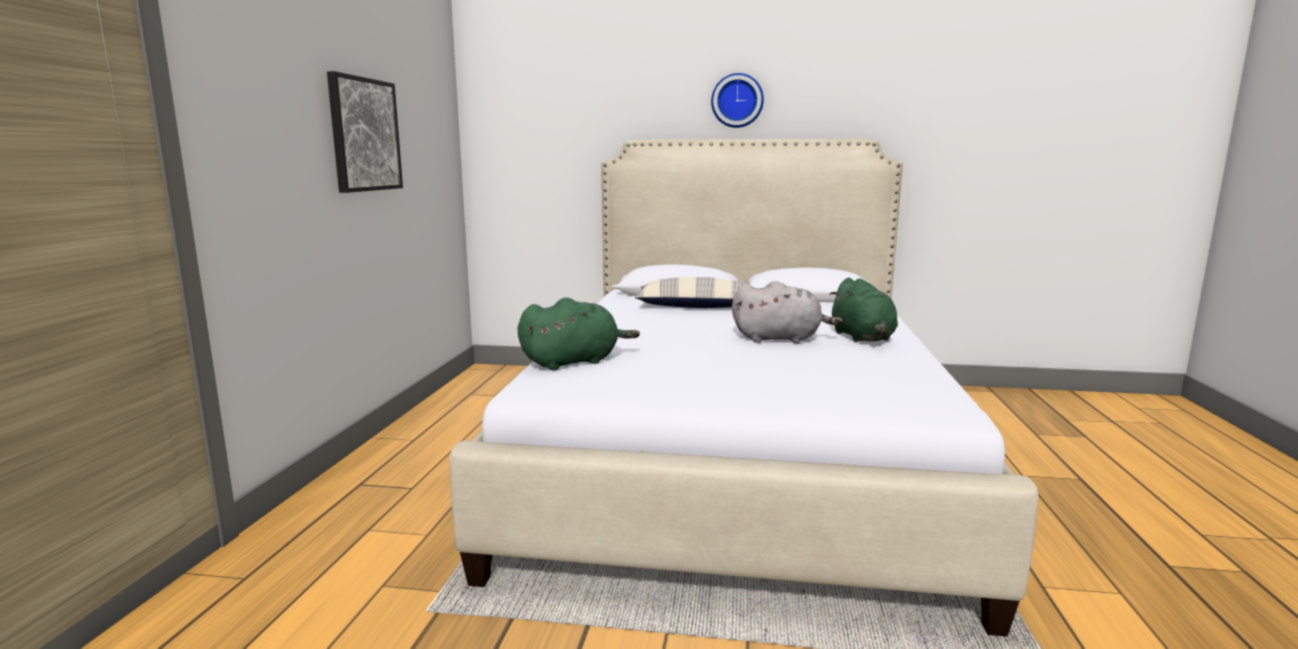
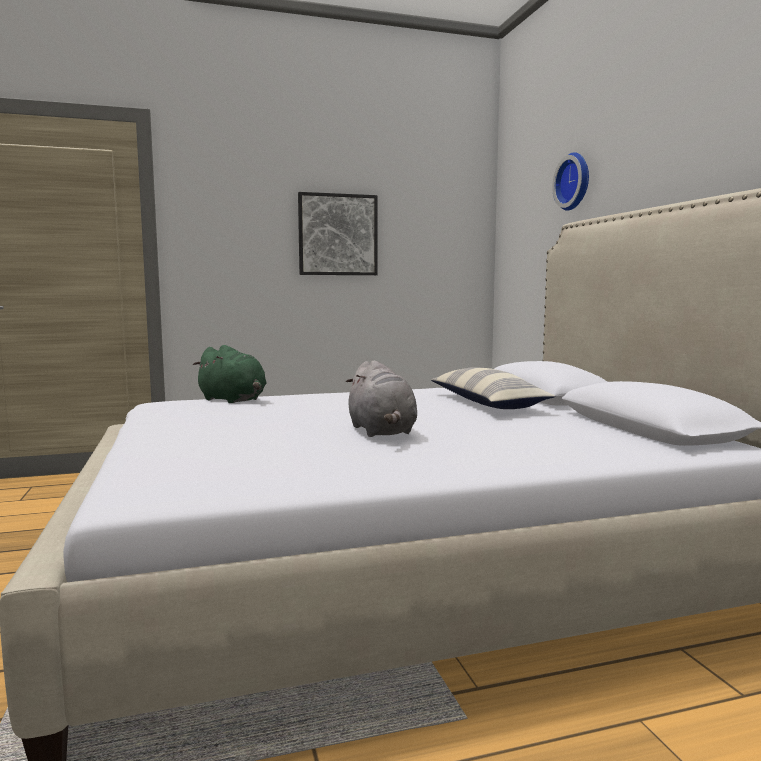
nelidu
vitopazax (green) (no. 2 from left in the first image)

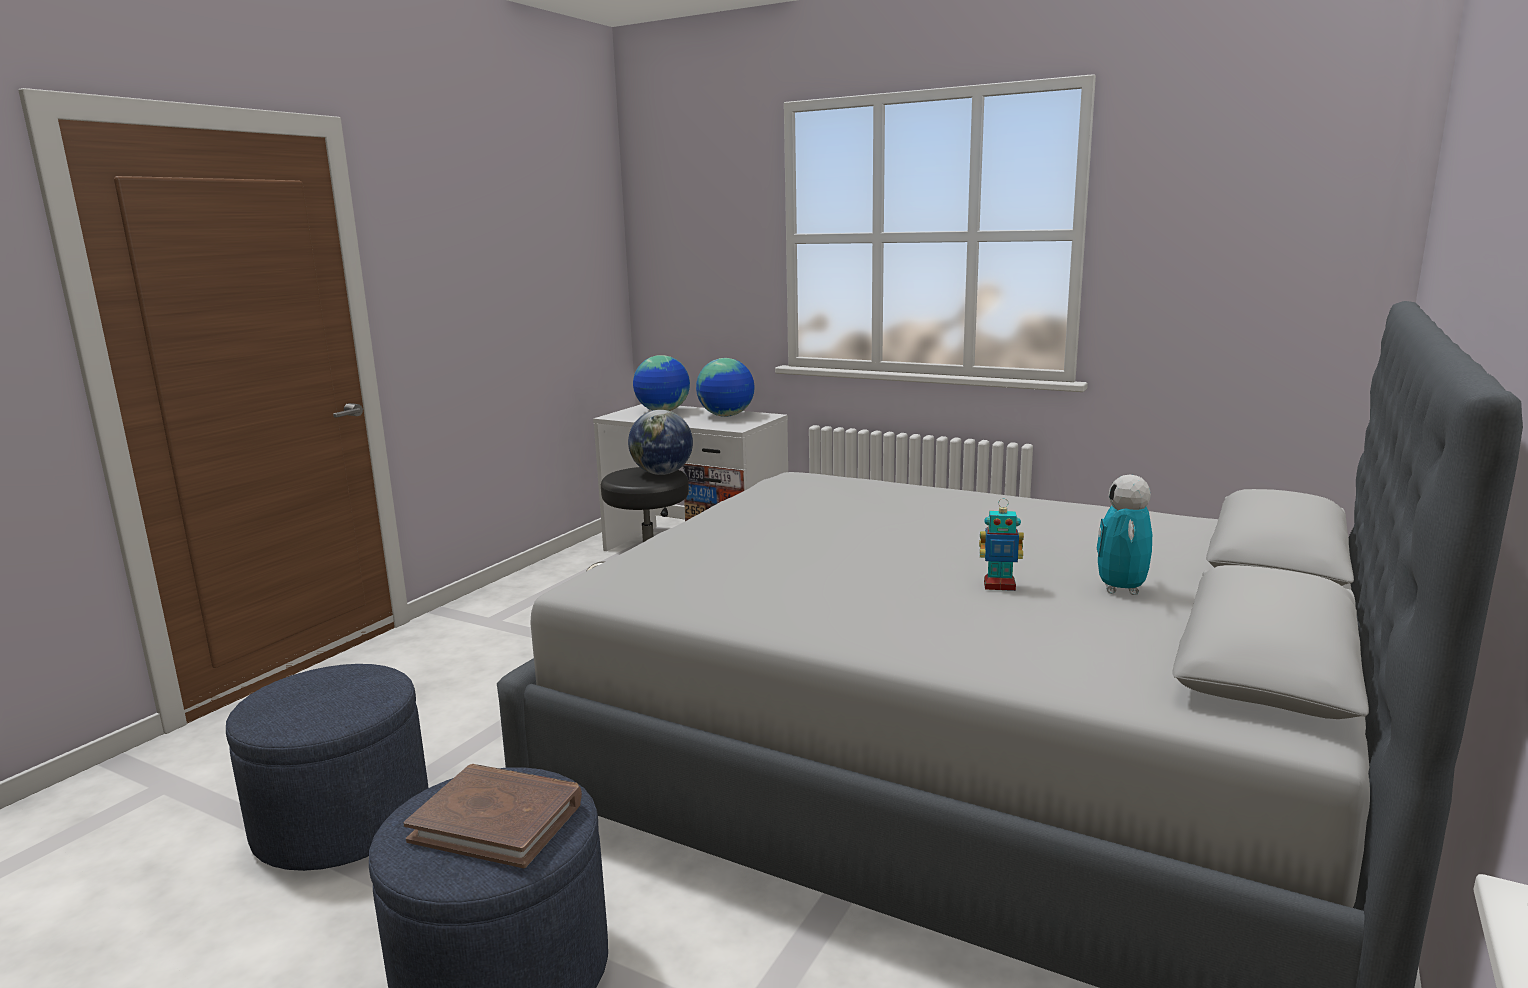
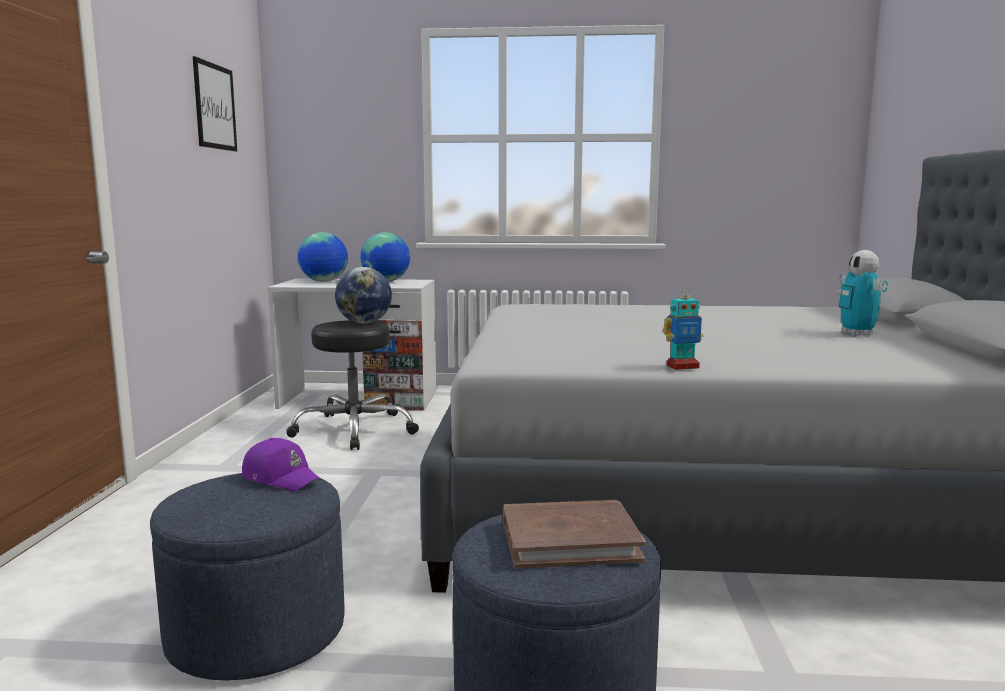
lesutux
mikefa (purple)
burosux (no. 1 from left)

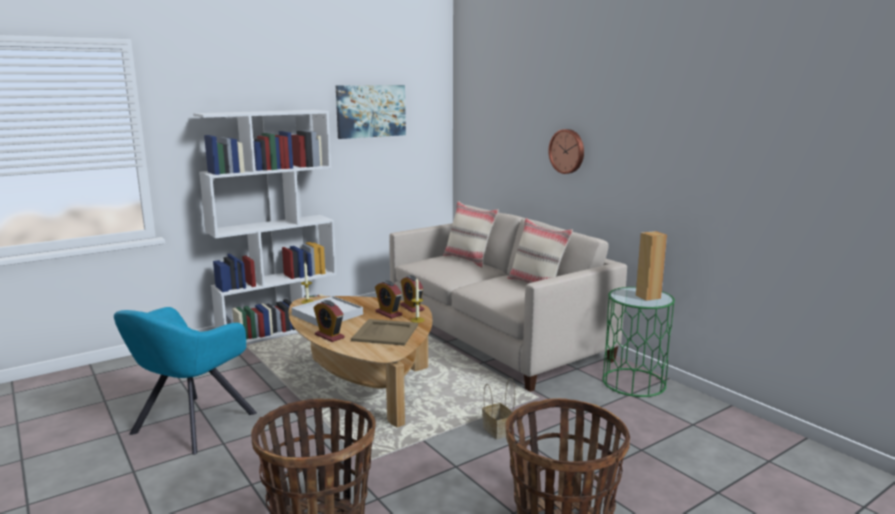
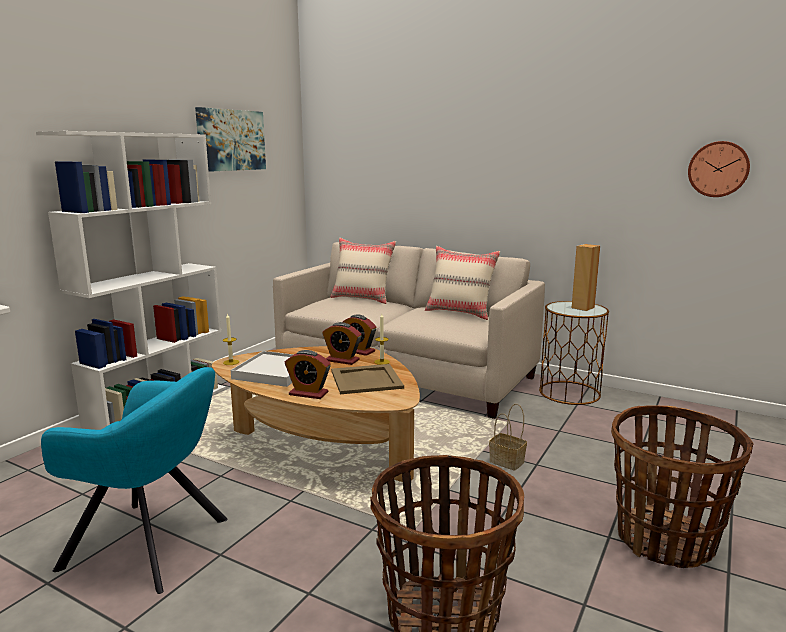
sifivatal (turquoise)
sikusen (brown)
nelidu

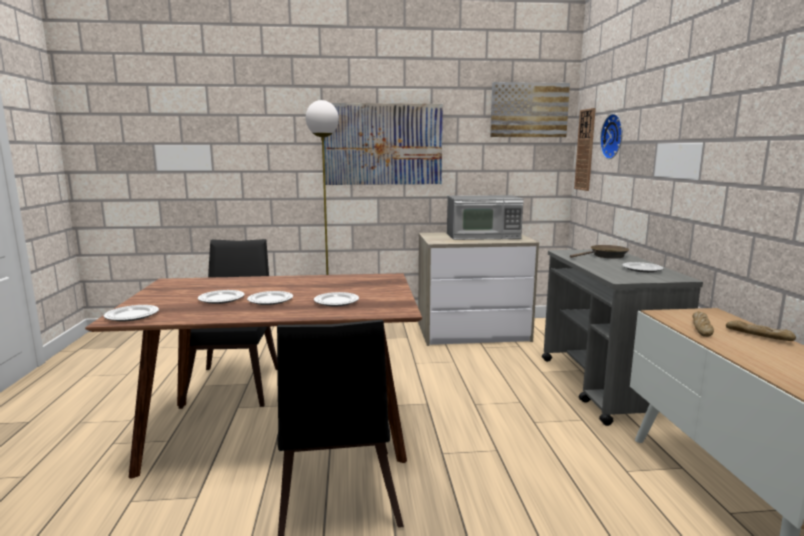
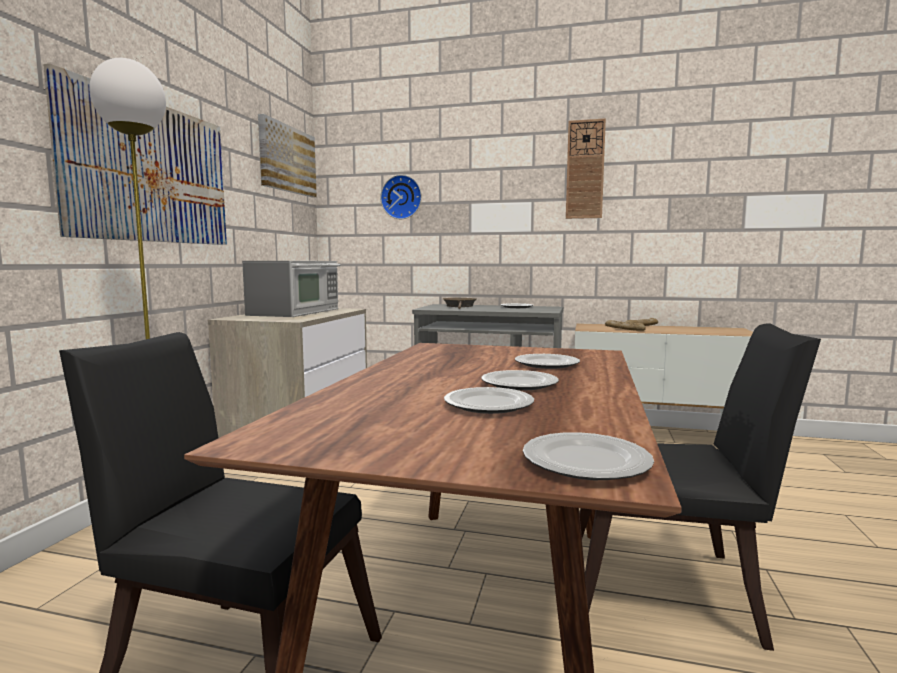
nelidu (no. 2 from left)

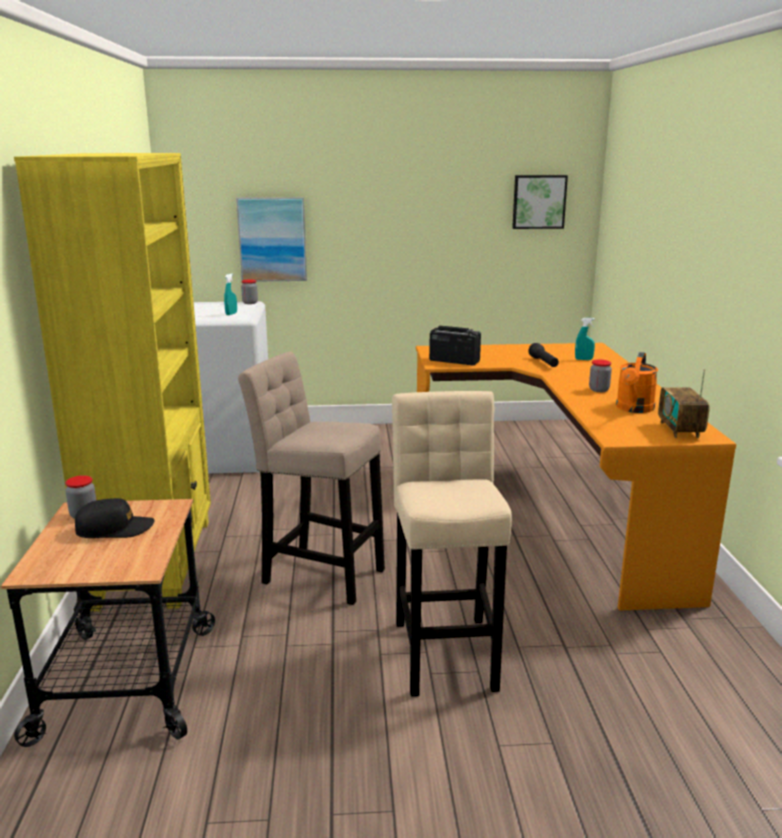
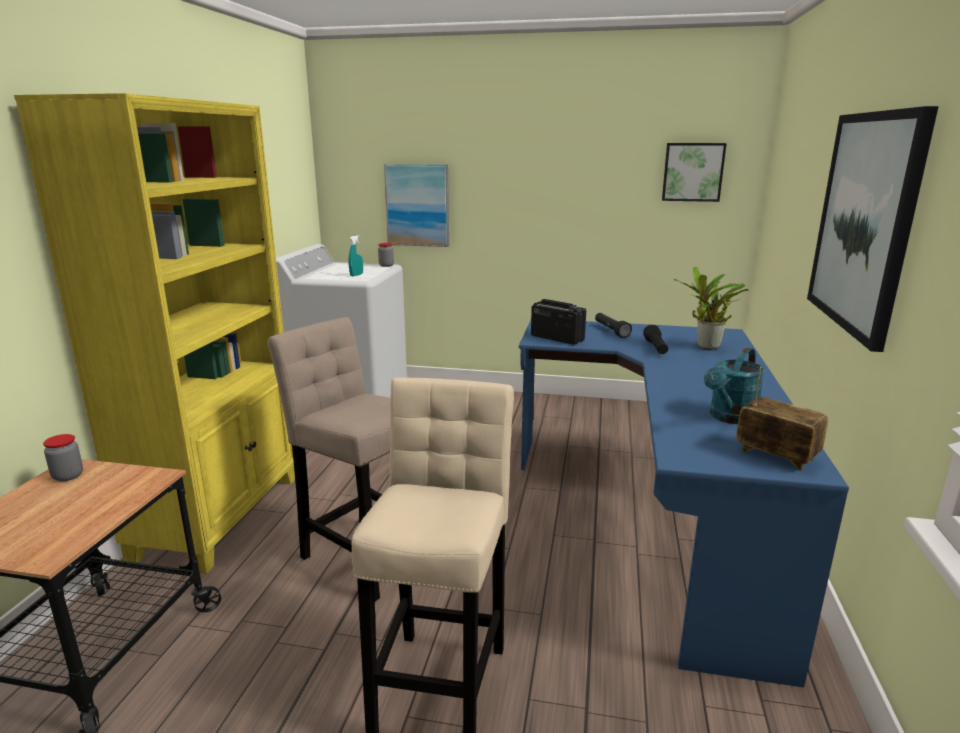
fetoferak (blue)
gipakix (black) (no. 1 from left)
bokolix
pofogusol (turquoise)
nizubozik (no. 2 from left)
lesutux (no. 3 from left)
mikefa (black)
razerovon (no. 3 from left in the first image)

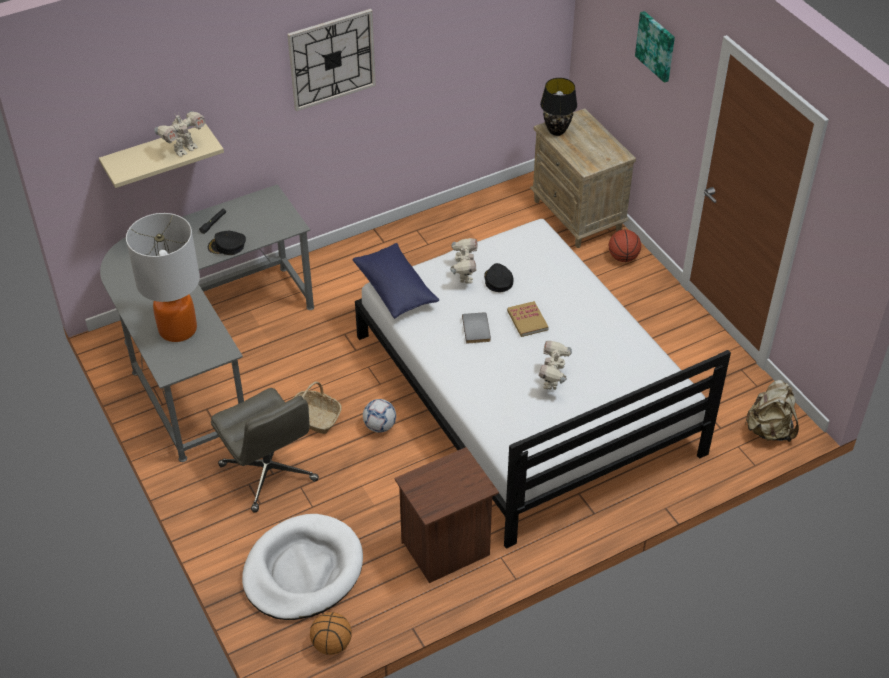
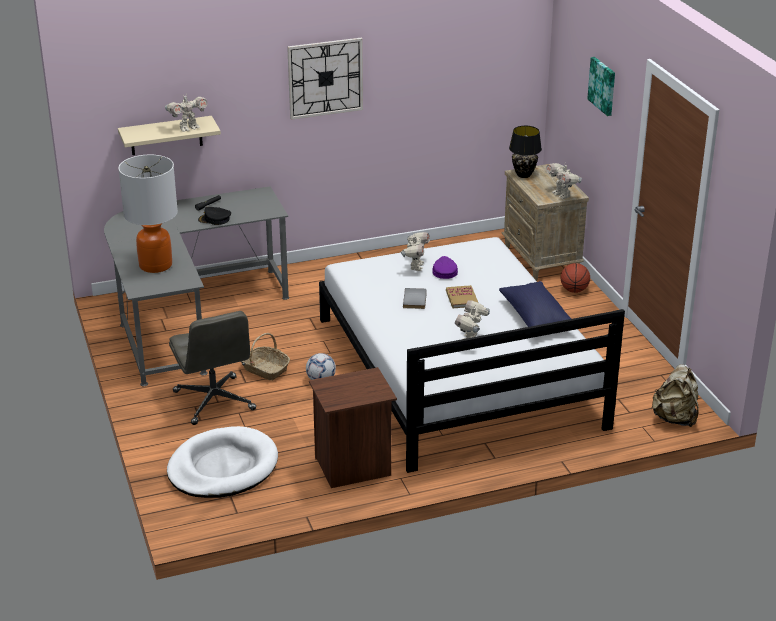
mikefa (purple)
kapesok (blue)
burosux (no. 4 from left)
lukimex (no. 1 from left in the first image)

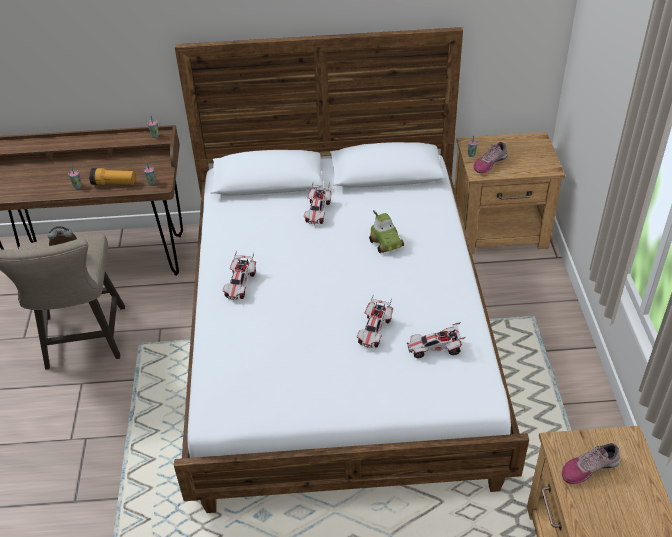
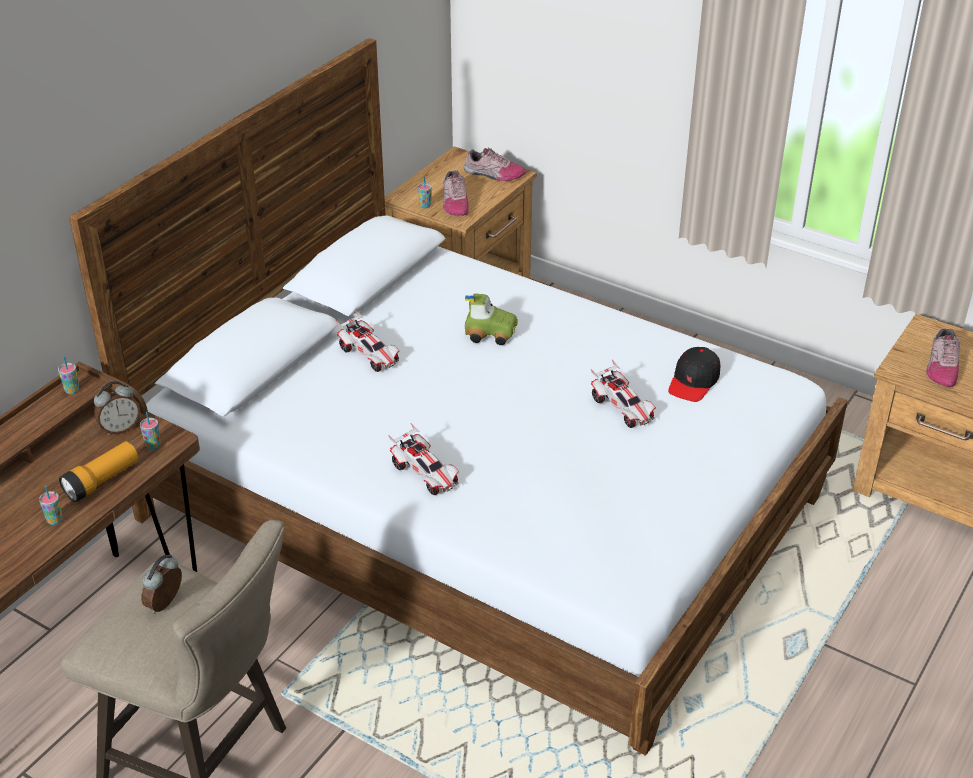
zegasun (no. 1 from left)
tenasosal (no. 2 from left)
mikefa (black)

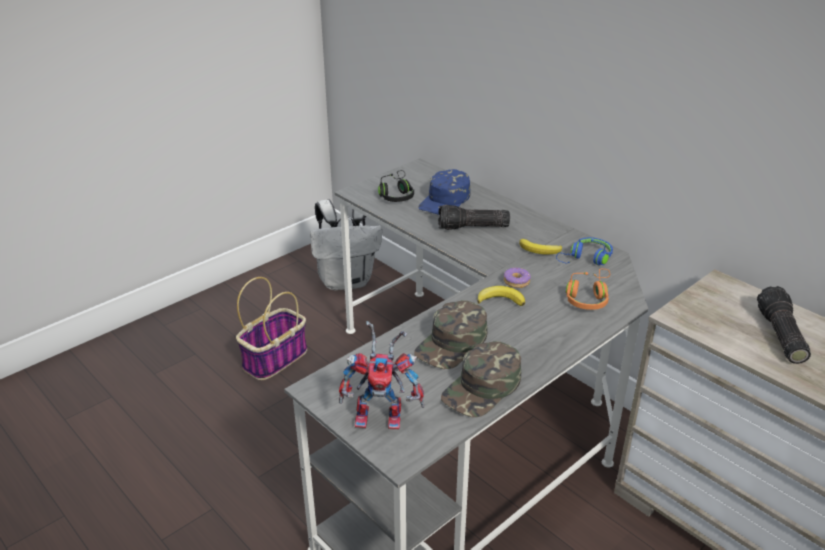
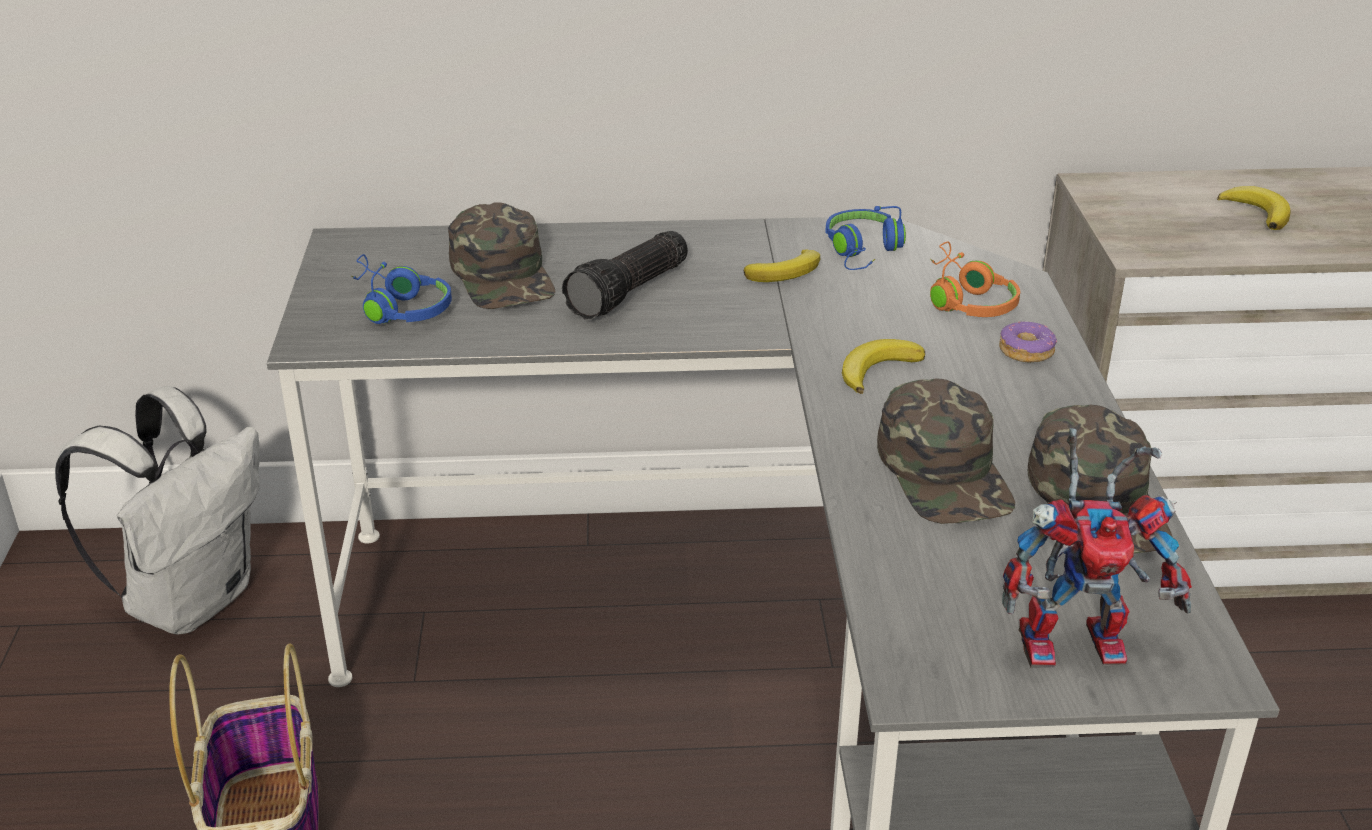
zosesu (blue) (no. 1 from left)
mikefa (green) (no. 1 from left)
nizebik
burosux
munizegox (no. 3 from left)

